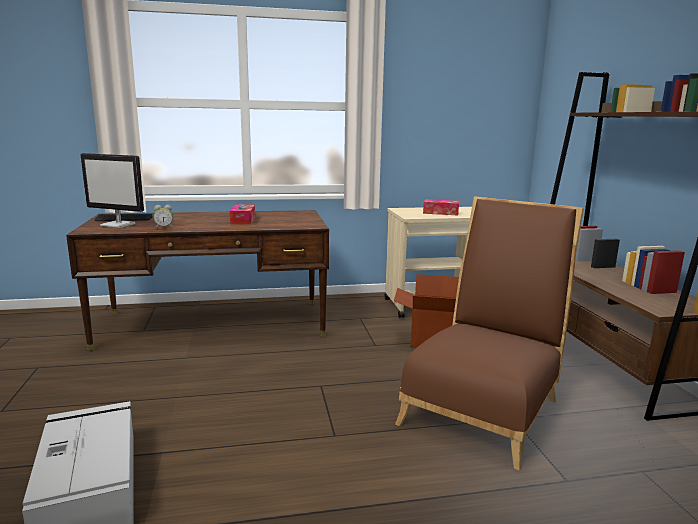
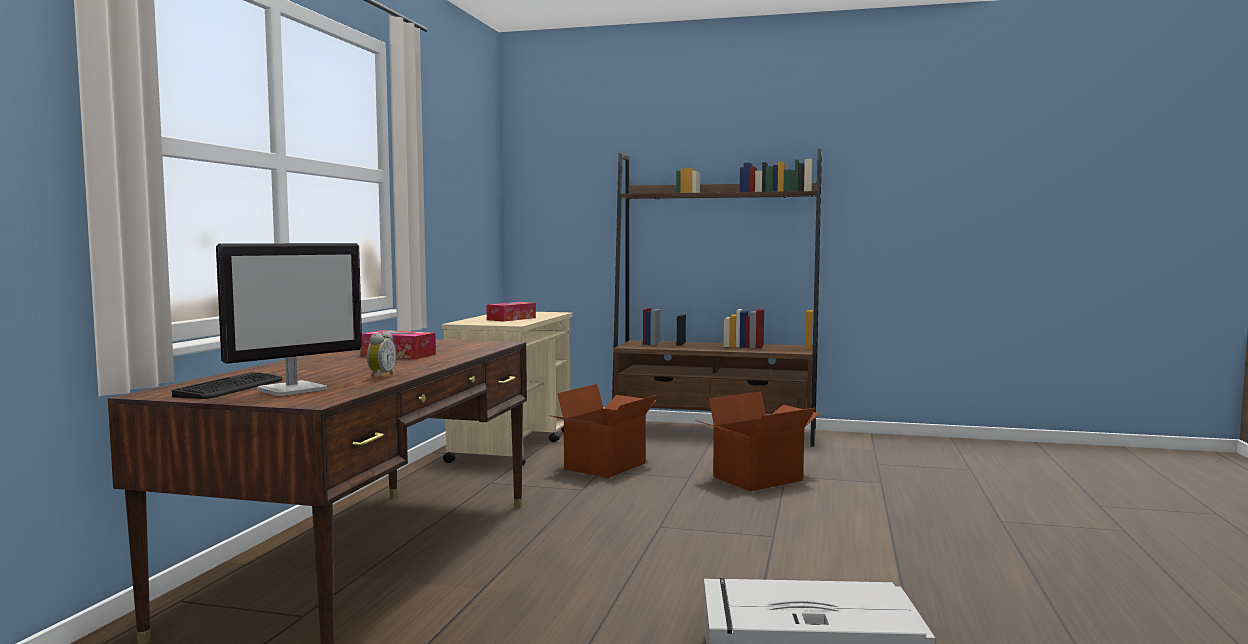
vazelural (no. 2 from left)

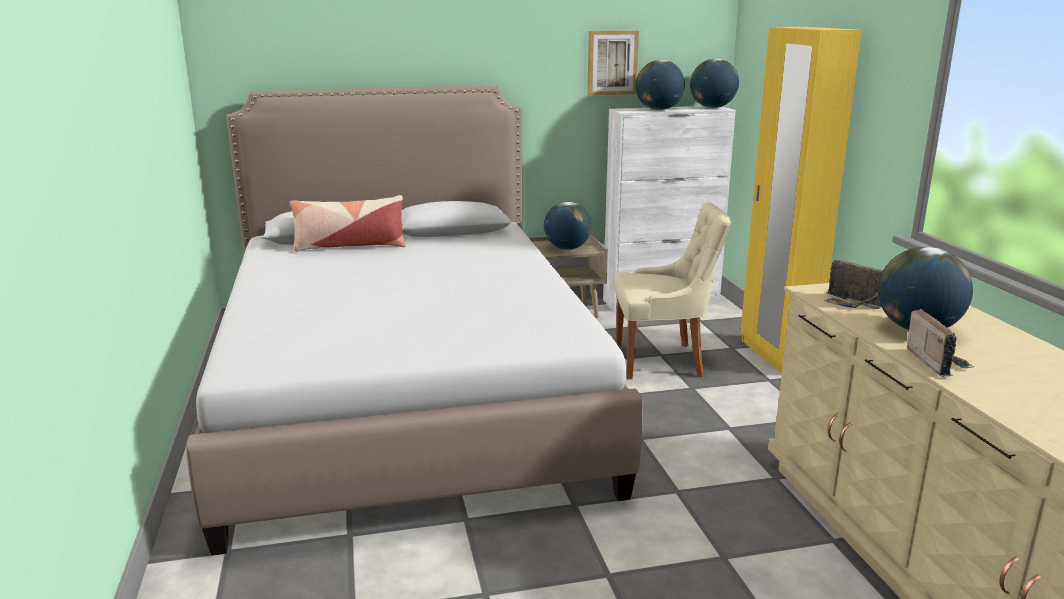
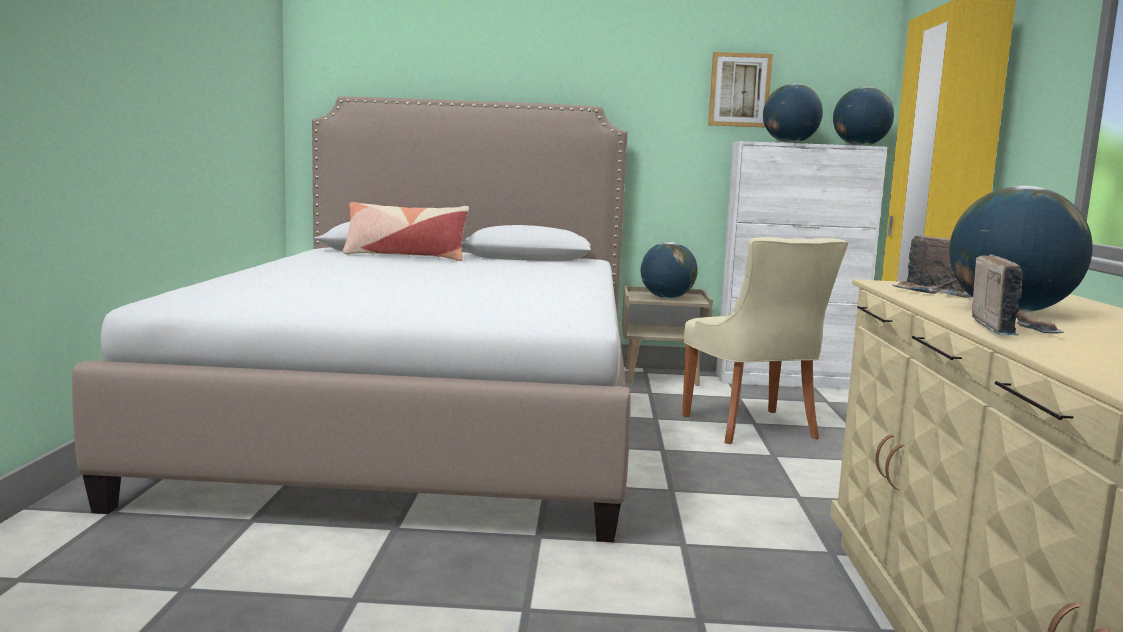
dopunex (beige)

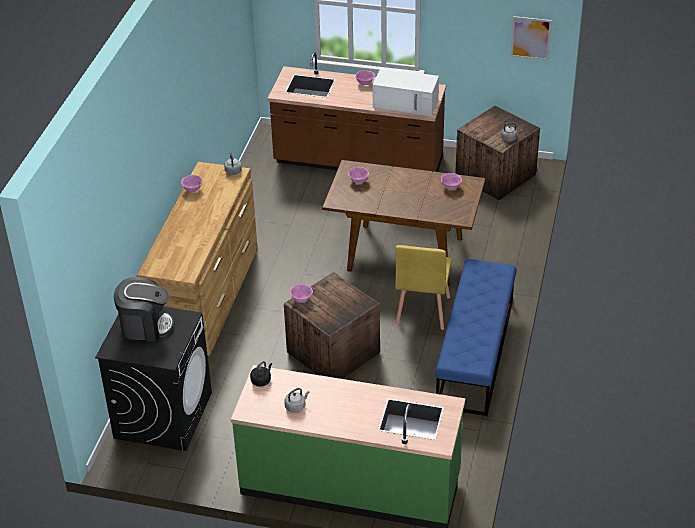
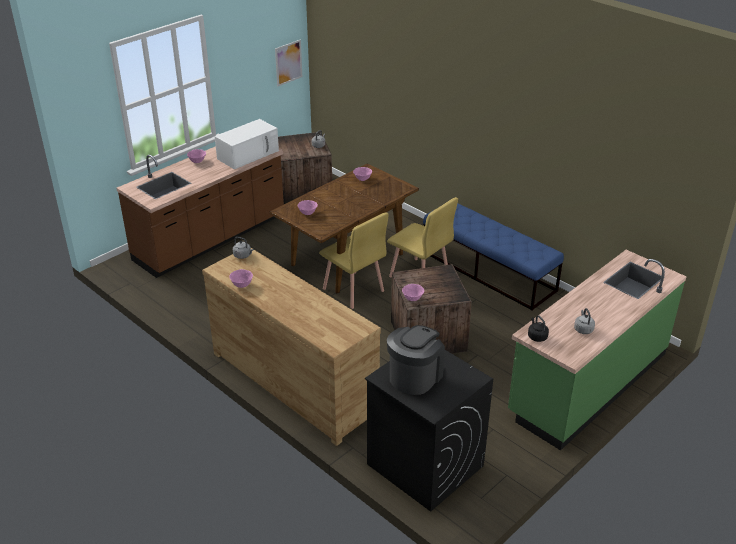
dopunex (yellow) (no. 1 from left)

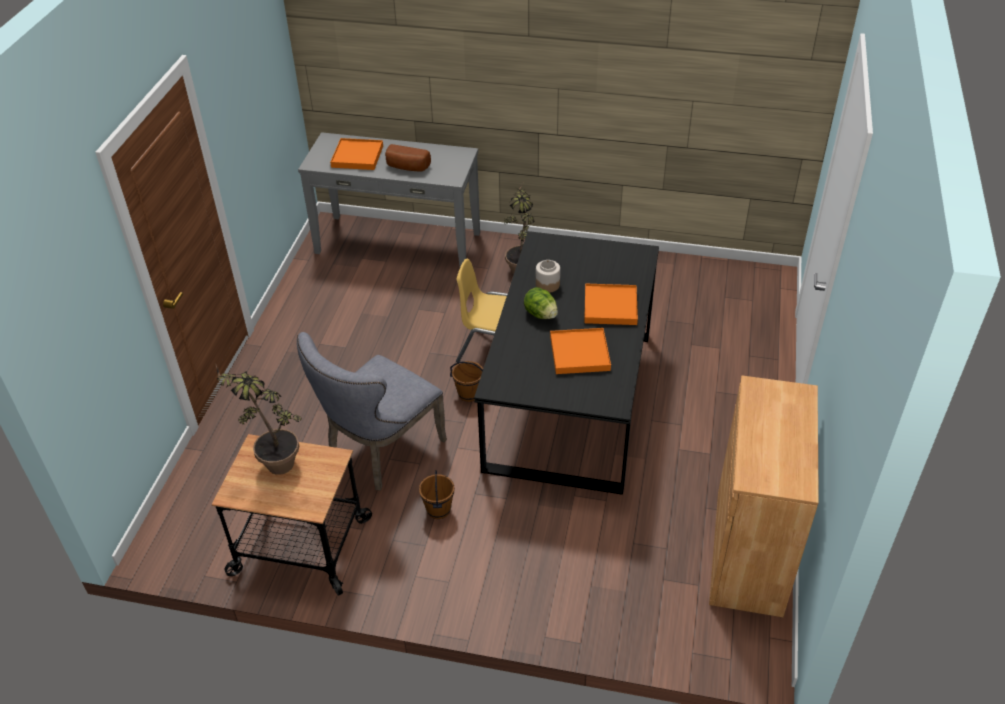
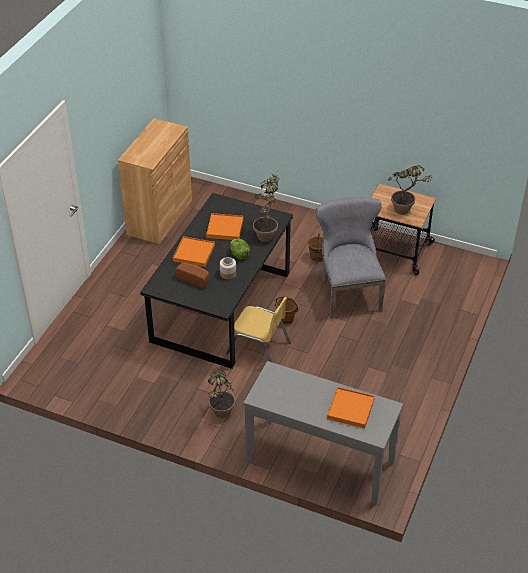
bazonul
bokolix (no. 2 from left)
dopunex (grey)

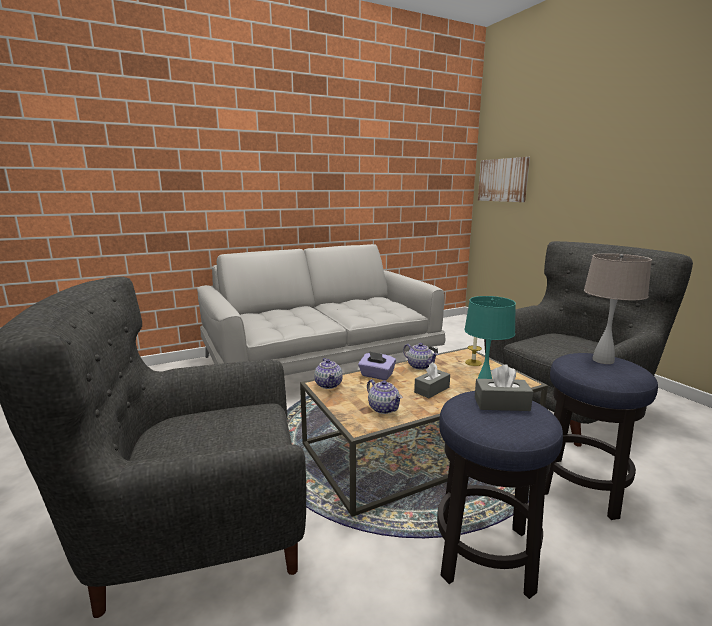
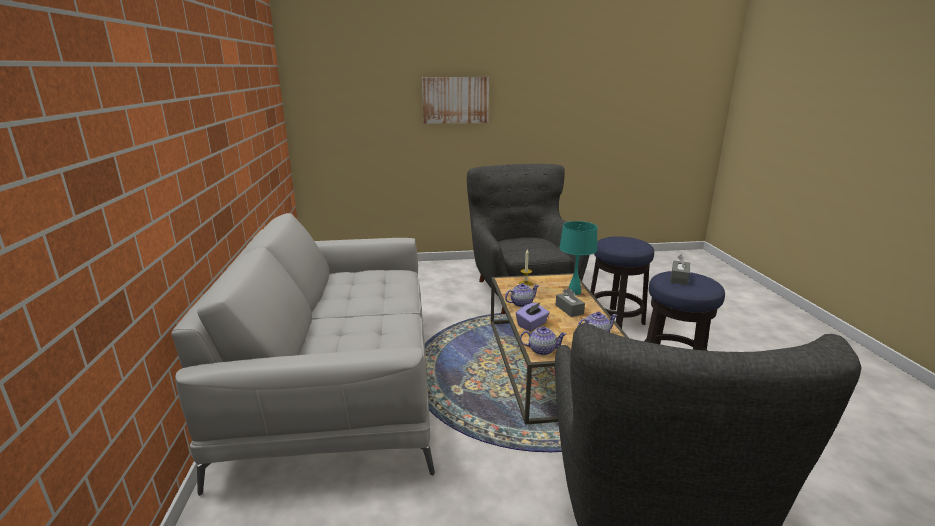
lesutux
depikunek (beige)

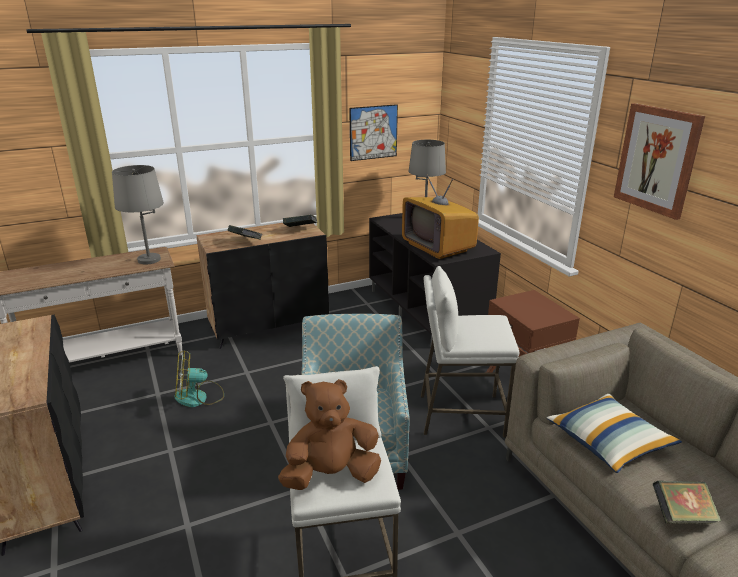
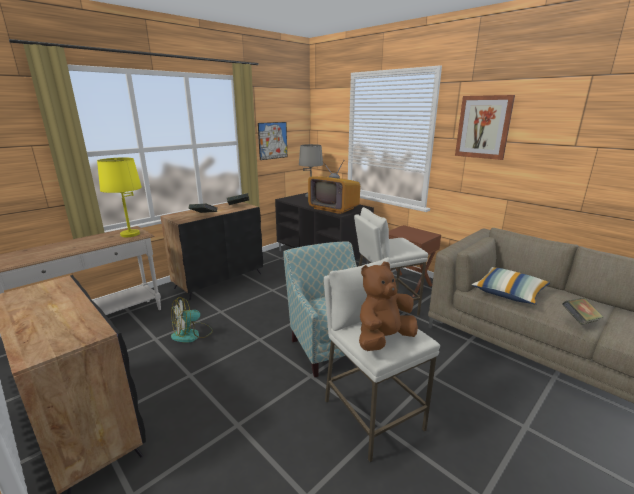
depikunek (yellow)

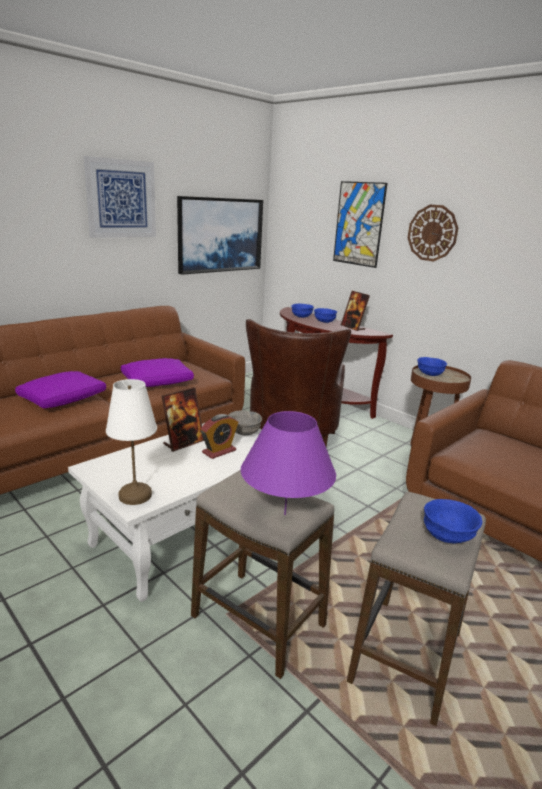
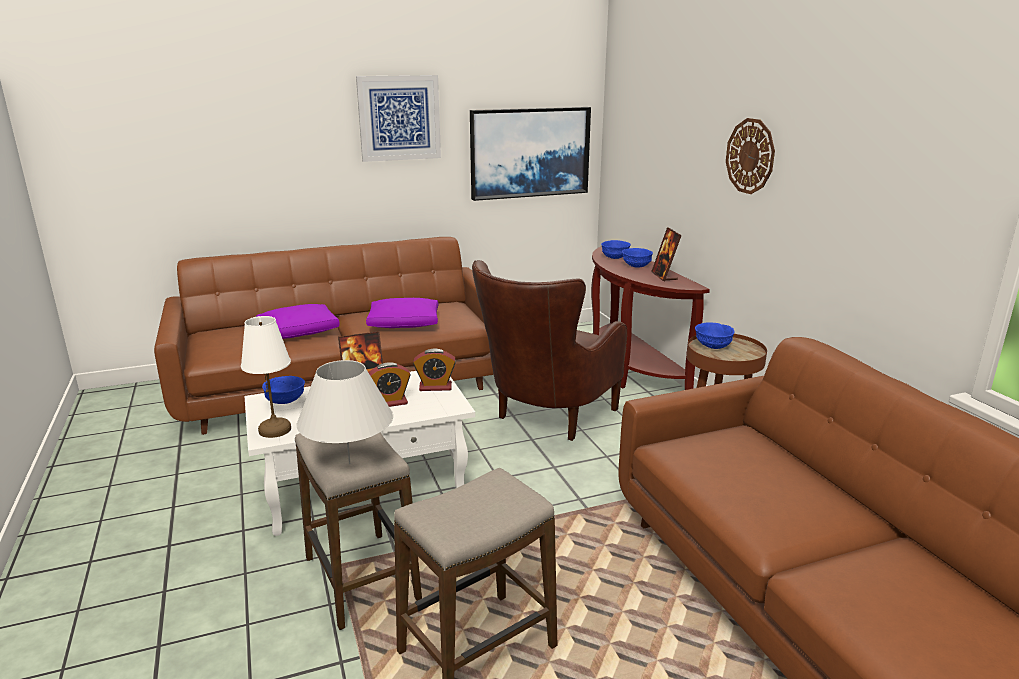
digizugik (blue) (no. 1 from left)
depikunek (white) (no. 2 from left)
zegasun (no. 2 from left)
lesutux (no. 3 from left in the first image)

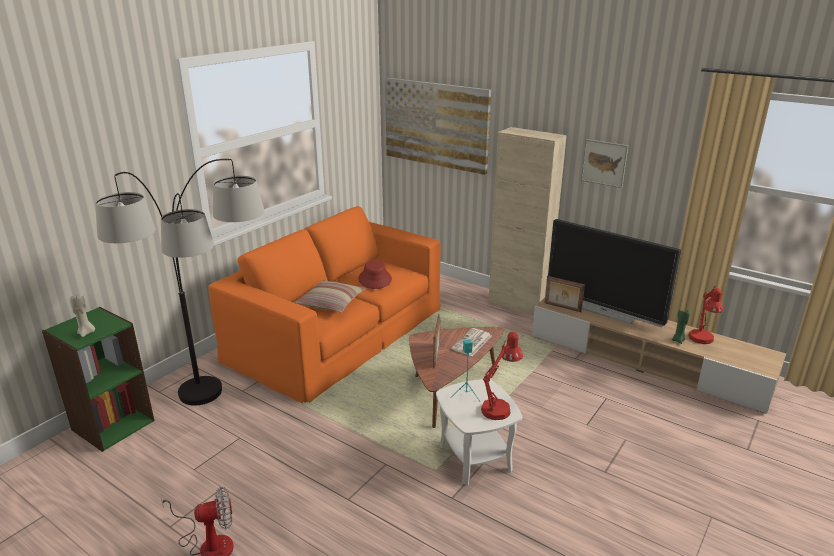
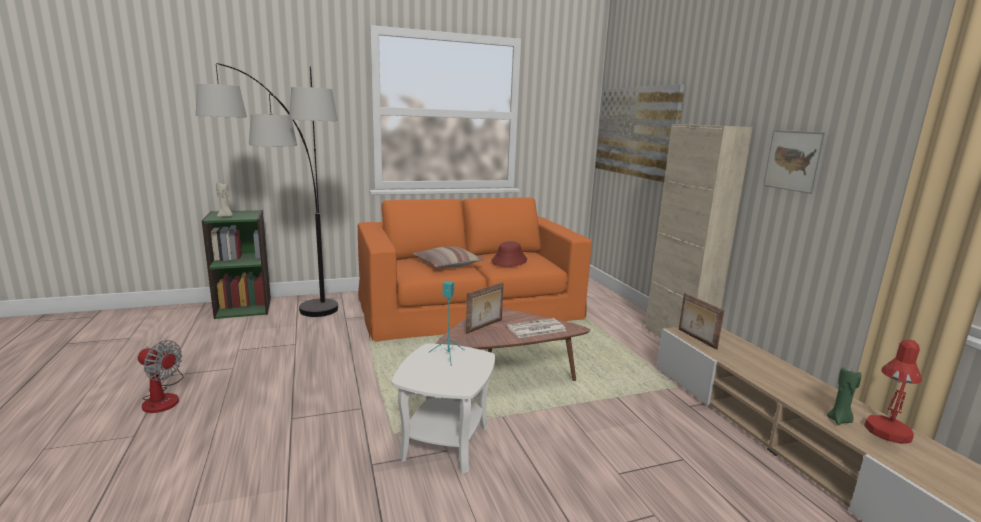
depikunek (red) (no. 1 from left in the first image)
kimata

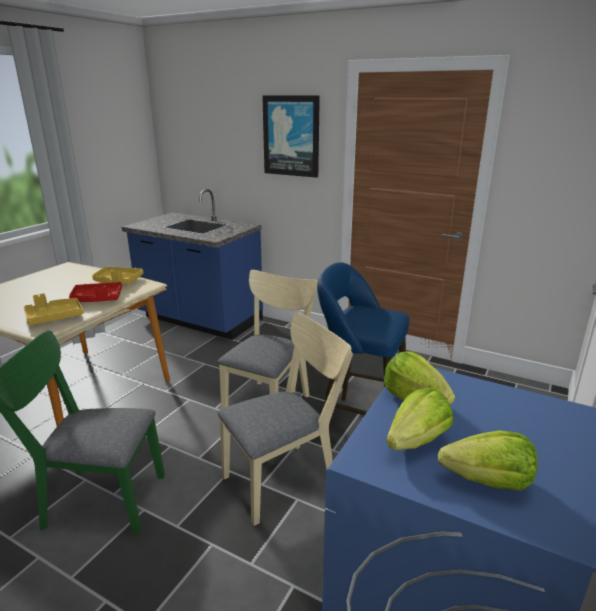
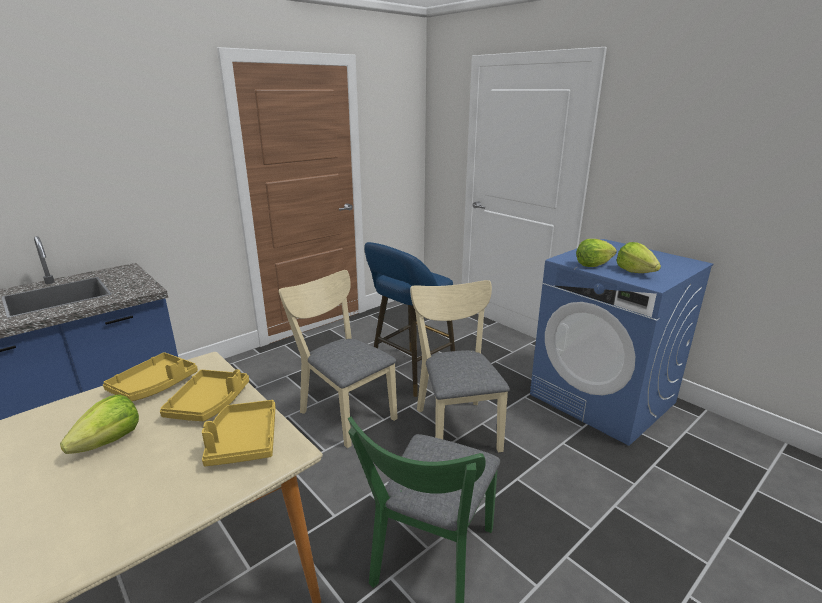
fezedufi (no. 1 from left)
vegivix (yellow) (no. 2 from left)
lesutux

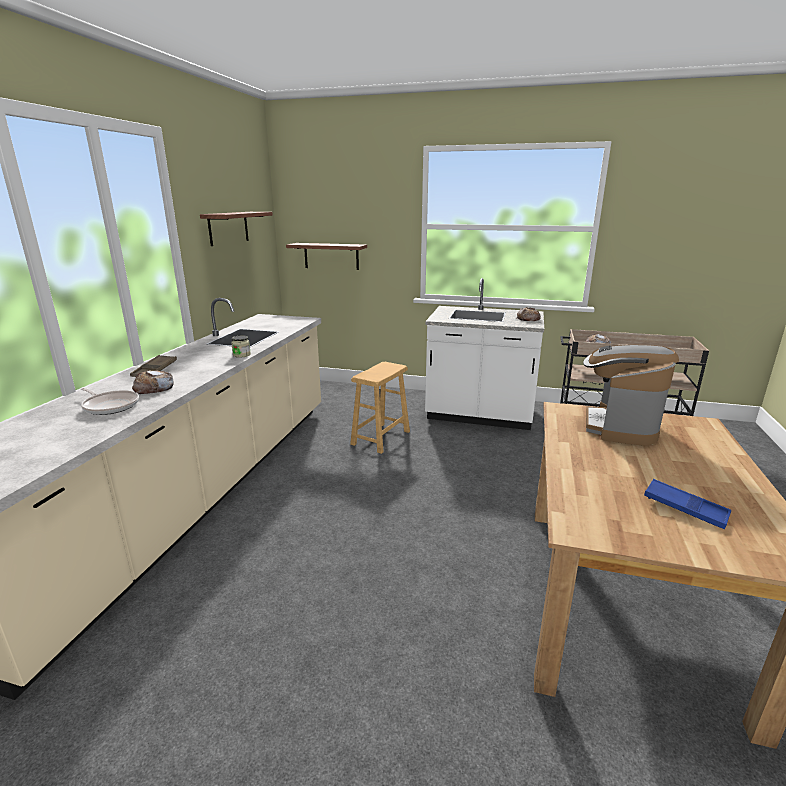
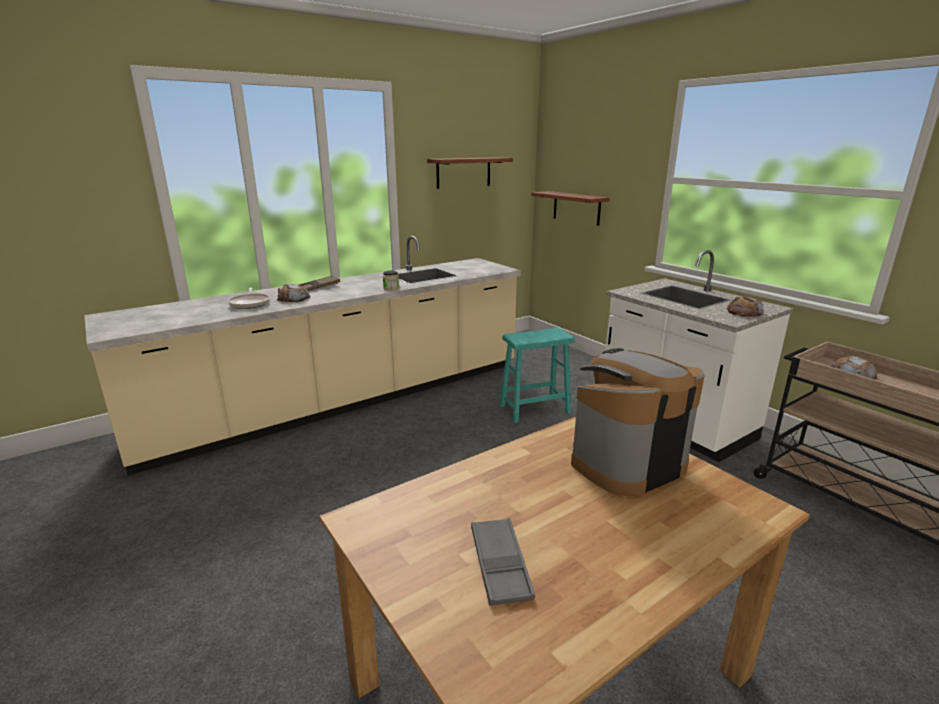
vegivix (grey)
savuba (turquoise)

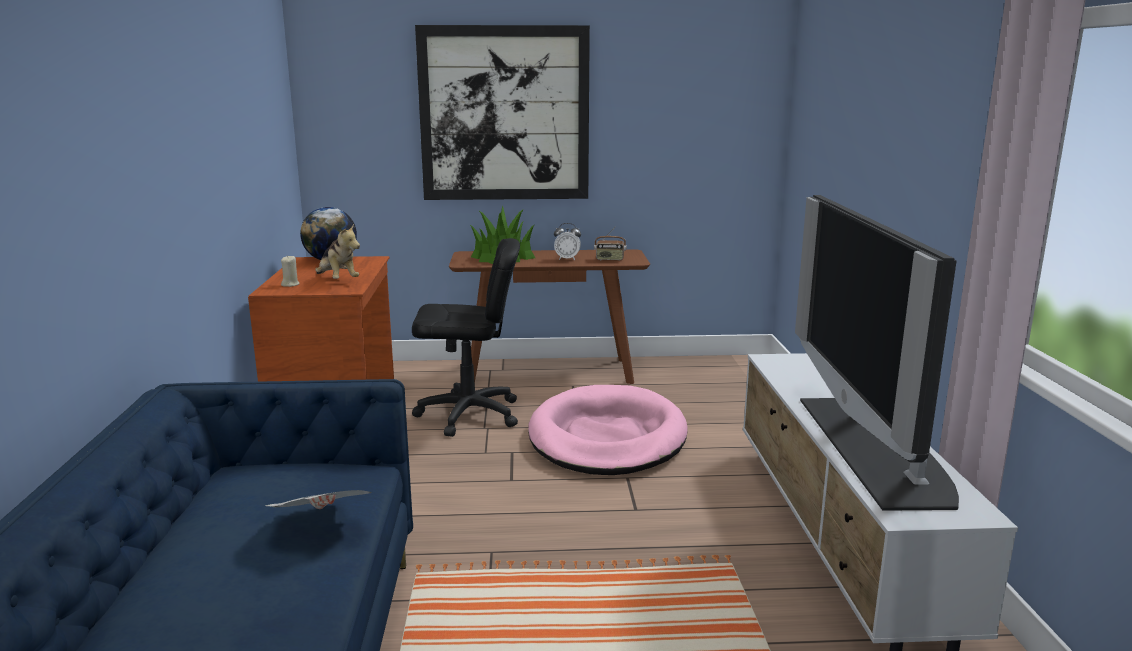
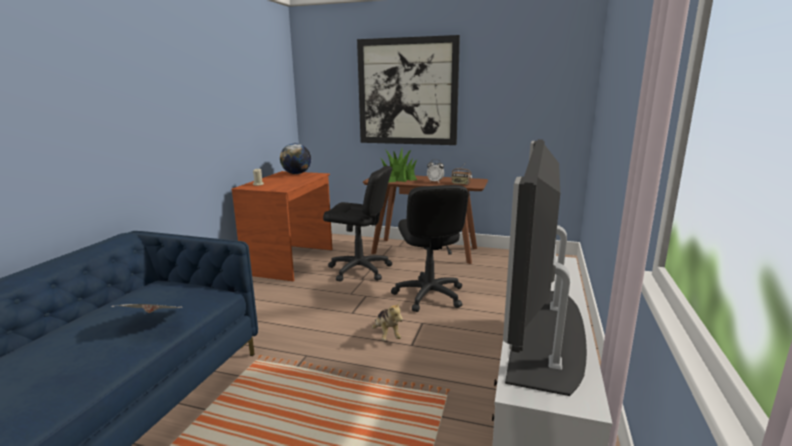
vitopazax
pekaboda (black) (no. 2 from left)

